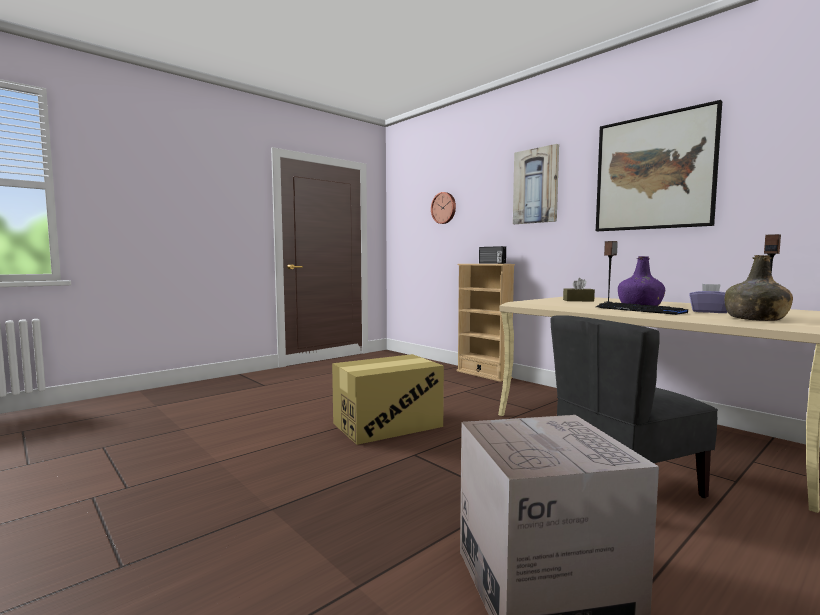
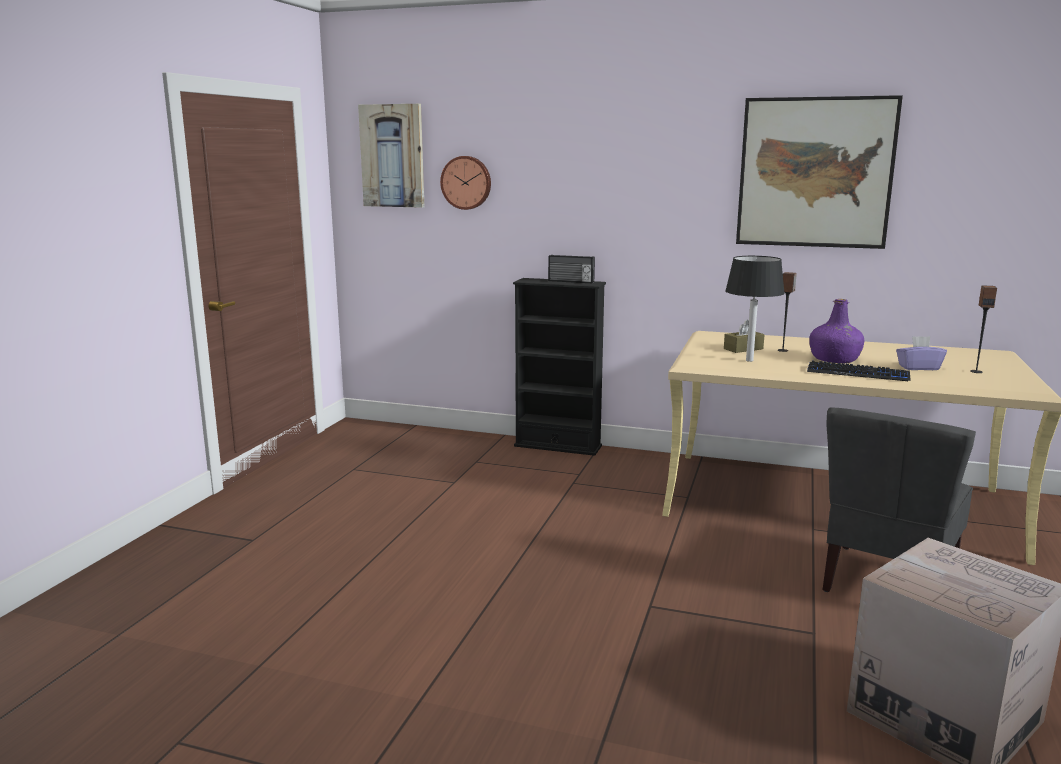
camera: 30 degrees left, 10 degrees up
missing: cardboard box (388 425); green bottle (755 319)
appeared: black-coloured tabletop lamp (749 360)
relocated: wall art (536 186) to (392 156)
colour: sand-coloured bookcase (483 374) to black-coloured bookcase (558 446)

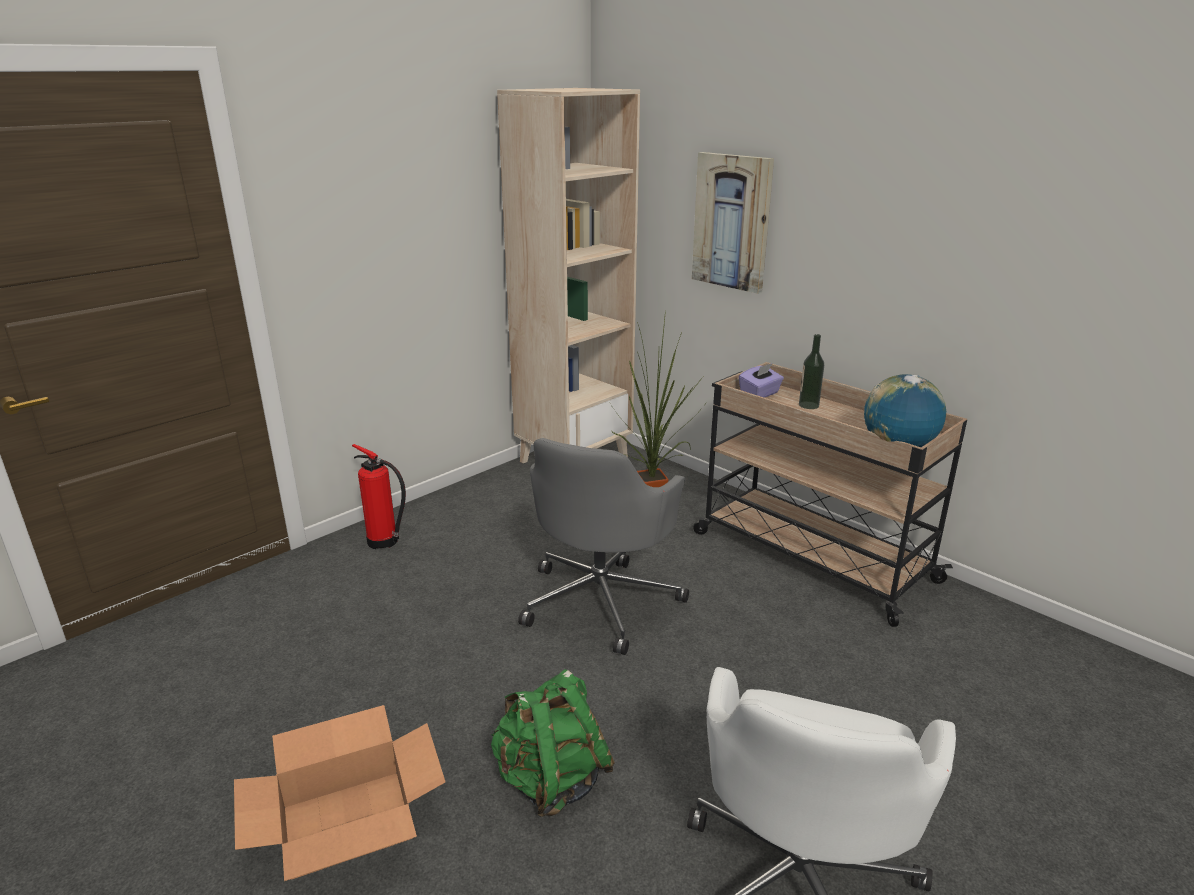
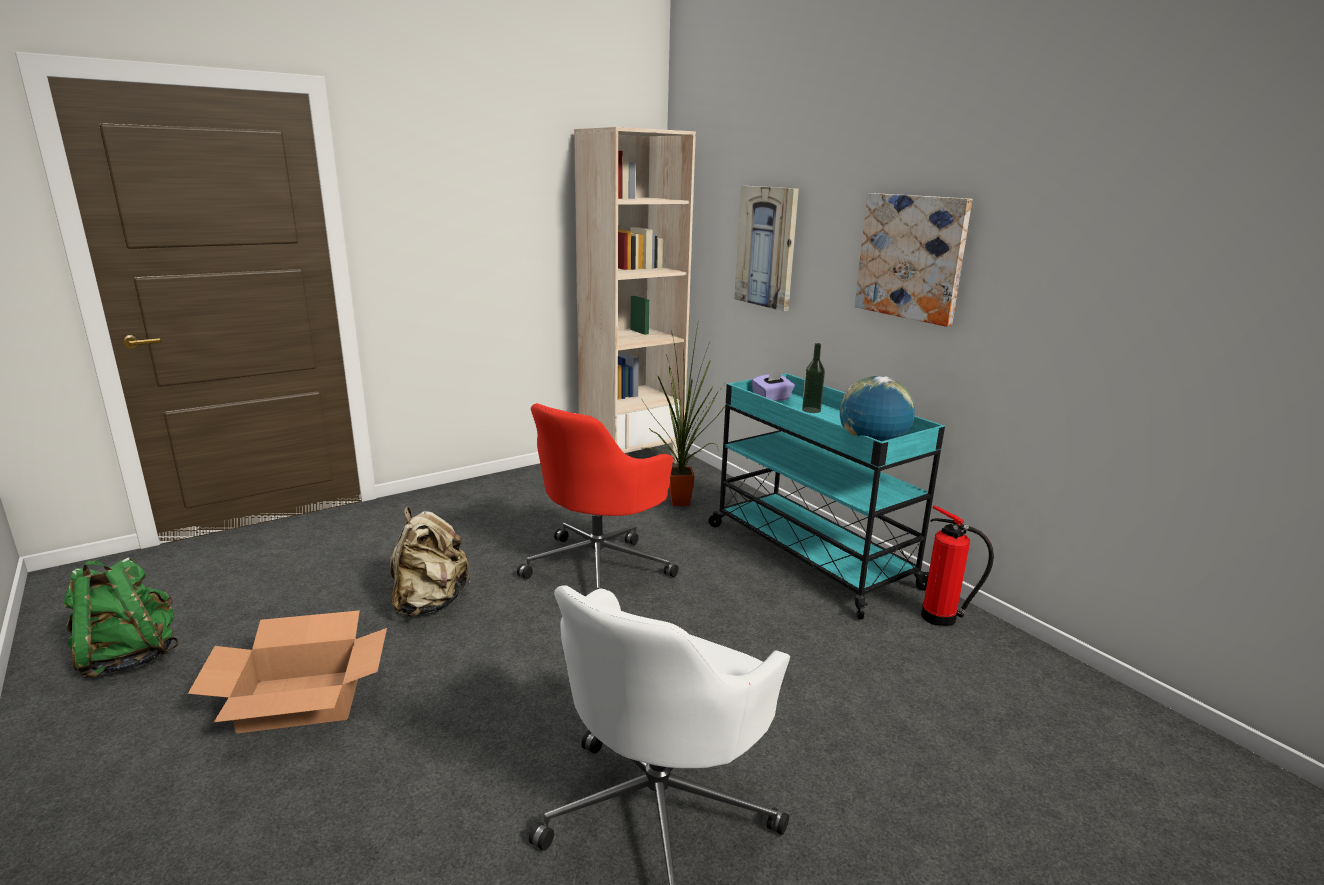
camera: 10 degrees right, 5 degrees down
appeared: sand-coloured rucksack (430 603); wall art (911 257)
relocated: fire-fighting cylinder (385 542) to (942 618); green rucksack (551 781) to (129 657)
colour: grey computer chair (602 600) to reddish computer chair (599 566); sand-coloured trolley (809 555) to turquoise-coloured trolley (808 554)

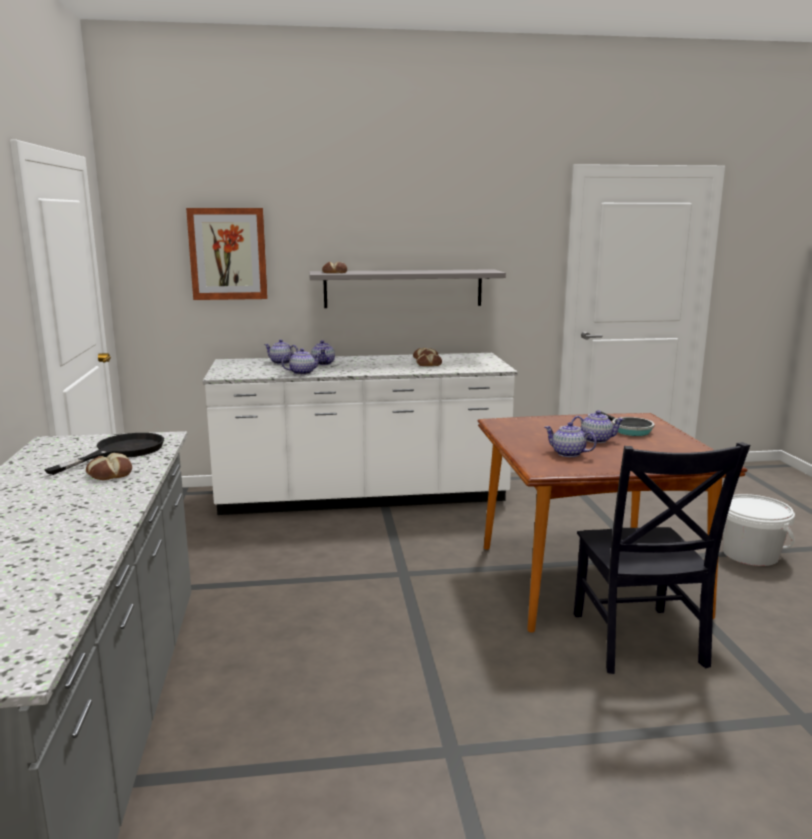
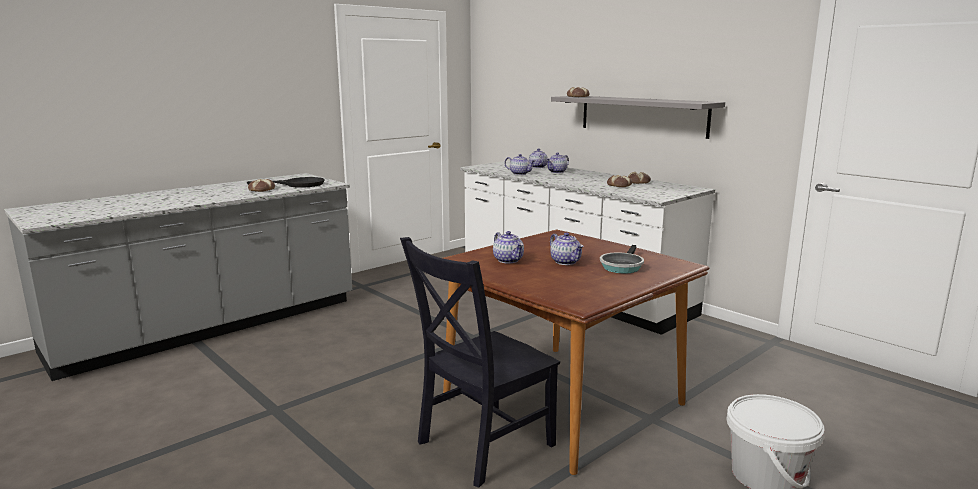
camera: 55 degrees right, 0 degrees up
missing: wall art (228 254)
spun: teapot (568 454) = (508 260) 150 degrees clockwise

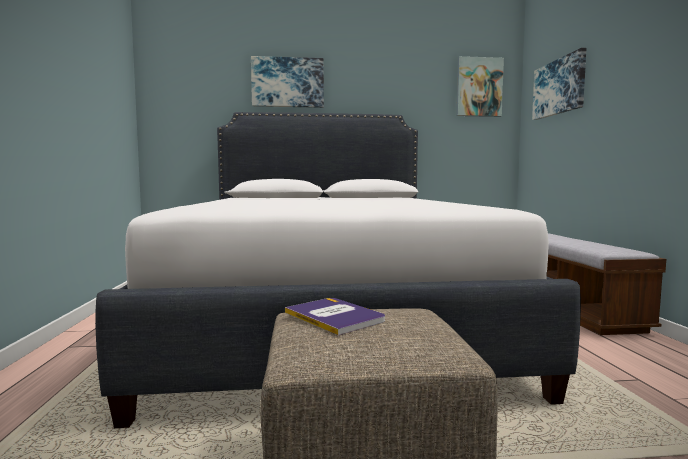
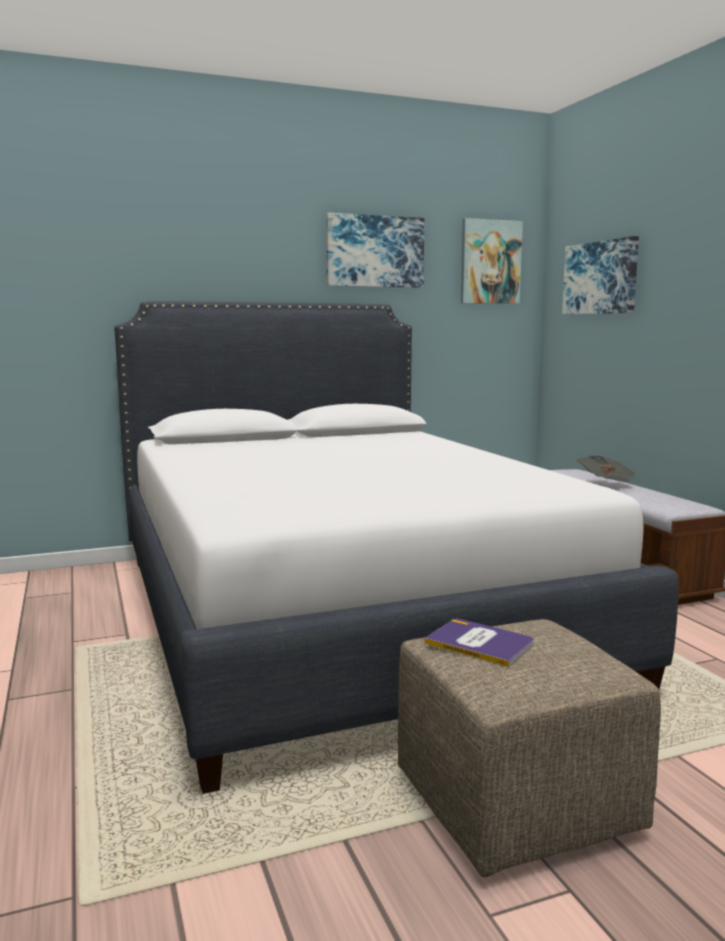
camera: 15 degrees left, 5 degrees up
appeared: printed paper (607 485)
relocated: wall art (287 82) to (374 251)

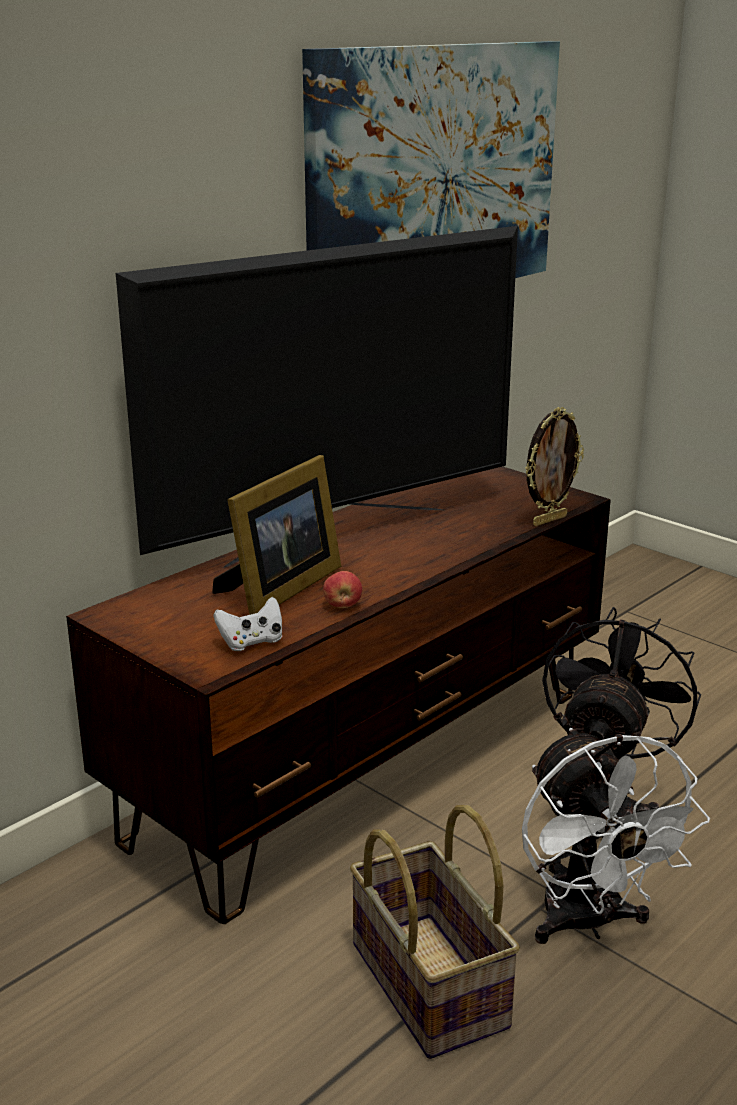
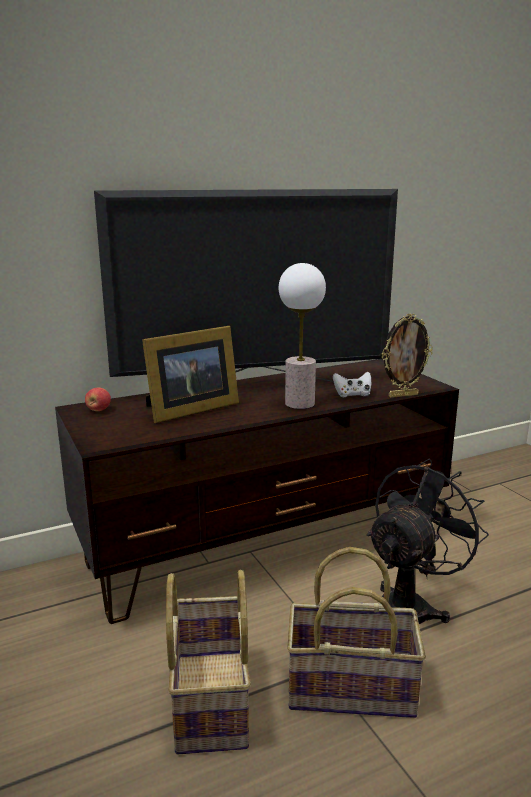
camera: 20 degrees right, 5 degrees down
missing: wall art (435 174)
appeared: tabletop lamp (299 404)
relocated: whitish joypad (251 642) to (352 395); apple (342 605) to (98 410)
exchanged: whitish fan (588 923) to basket (351 687)

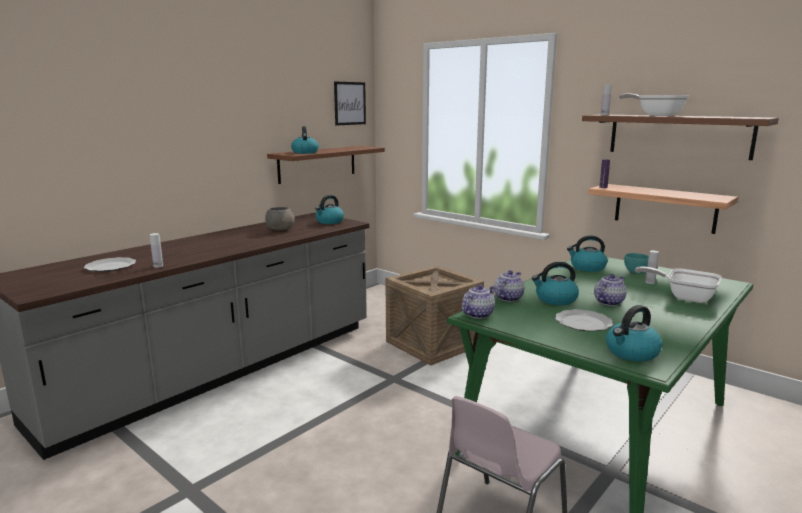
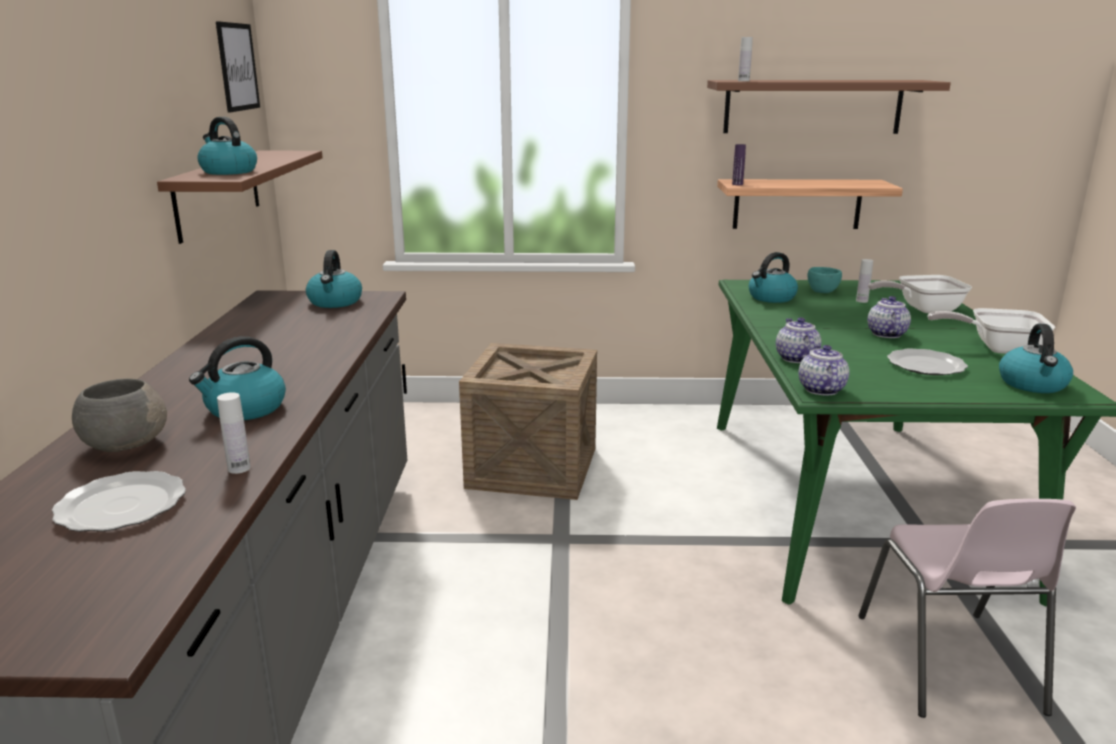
camera: 40 degrees left, 5 degrees up
relocated: grey bowl (280 229) to (124 444); water kettle (555 299) to (245 409); skillet (656 115) to (996 348)

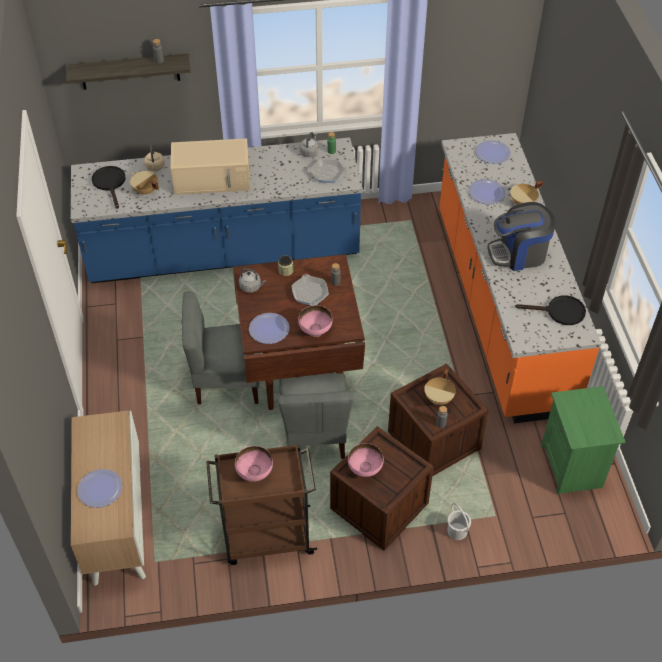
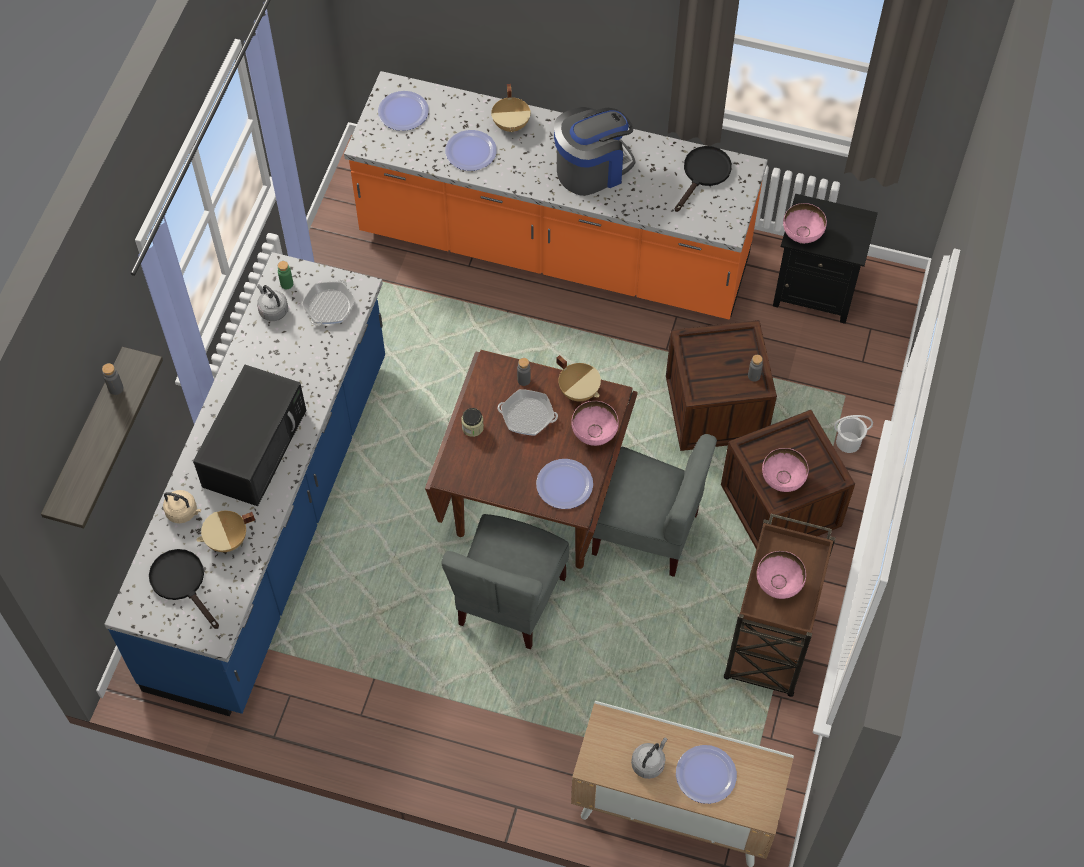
camera: 65 degrees left, 10 degrees up
appeared: pinkish bowl (802 235)
relocated: grey water kettle (251 287) to (649 763); sand-coloured cooking pot (439 398) to (579 390)
colour: sand-coloured microwave (213 179) to black-coloured microwave (255 446); green nightstand (572 466) to black-coloured nightstand (815 291)
spun: black-coloured skillet (110 183) = (182 582) 45 degrees clockwise; coffee machine (518 253) = (592 168) 135 degrees counterclockwise

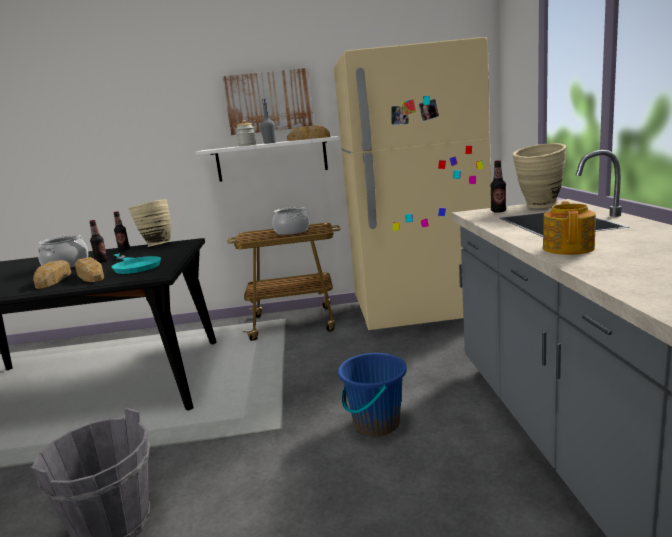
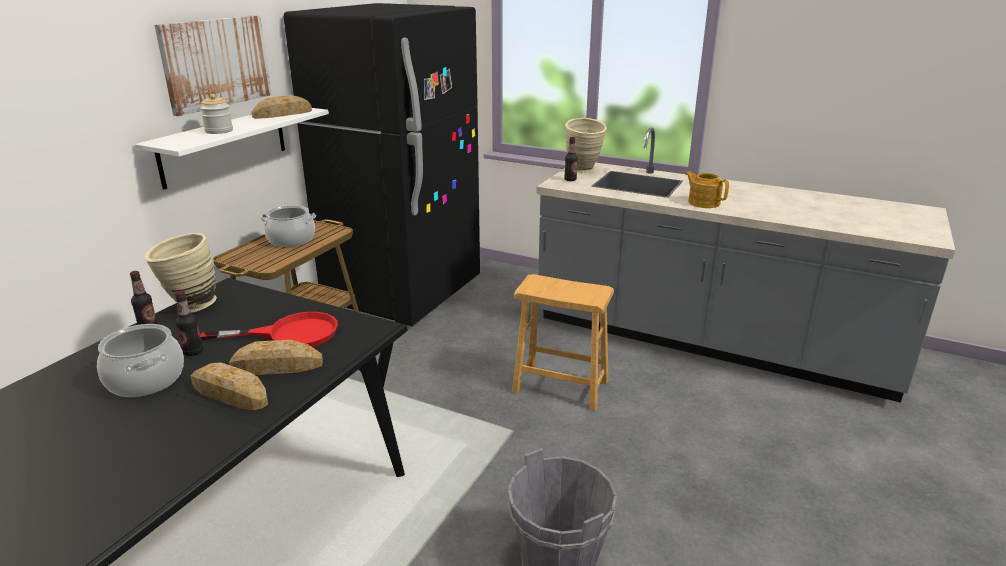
camera: 60 degrees left, 10 degrees up
missing: grey bottle (270 143)
exchanged: blue water bucket (376 423) to brownish stool (560 386)
colour: turquoise-coloured skillet (134 266) to reddish skillet (290 334); sand-coloured refrigerator (419 311) to black-coloured refrigerator (404 293)

